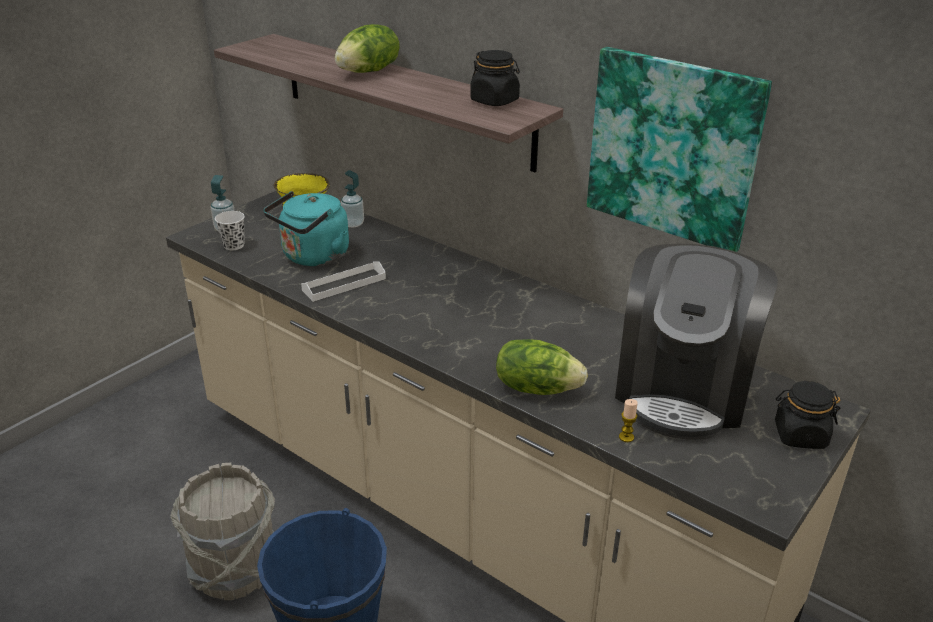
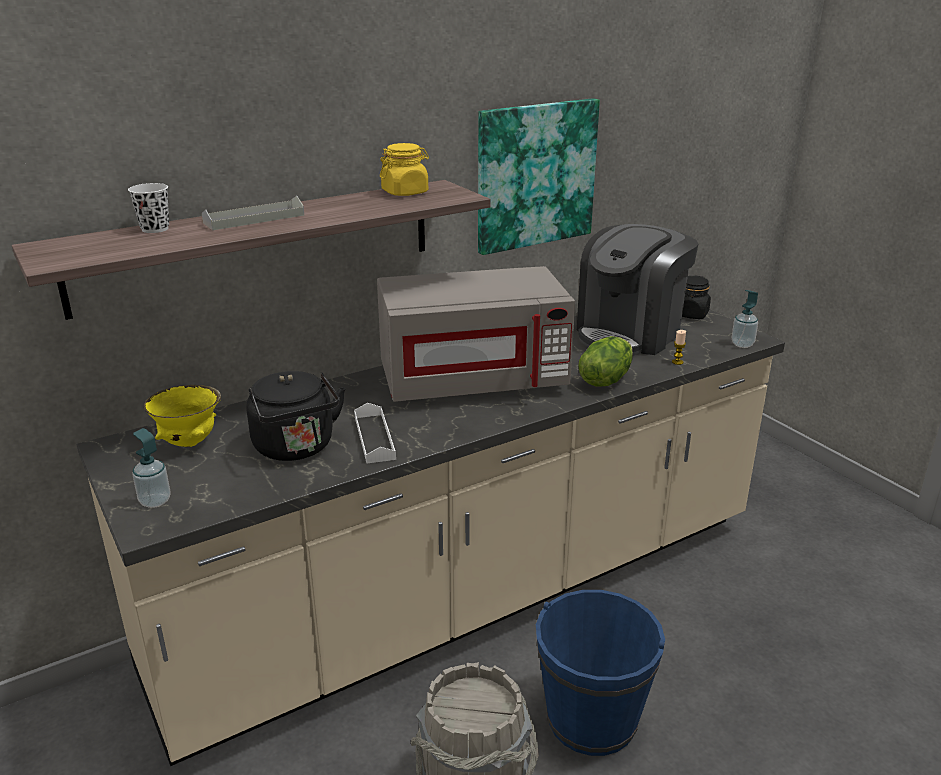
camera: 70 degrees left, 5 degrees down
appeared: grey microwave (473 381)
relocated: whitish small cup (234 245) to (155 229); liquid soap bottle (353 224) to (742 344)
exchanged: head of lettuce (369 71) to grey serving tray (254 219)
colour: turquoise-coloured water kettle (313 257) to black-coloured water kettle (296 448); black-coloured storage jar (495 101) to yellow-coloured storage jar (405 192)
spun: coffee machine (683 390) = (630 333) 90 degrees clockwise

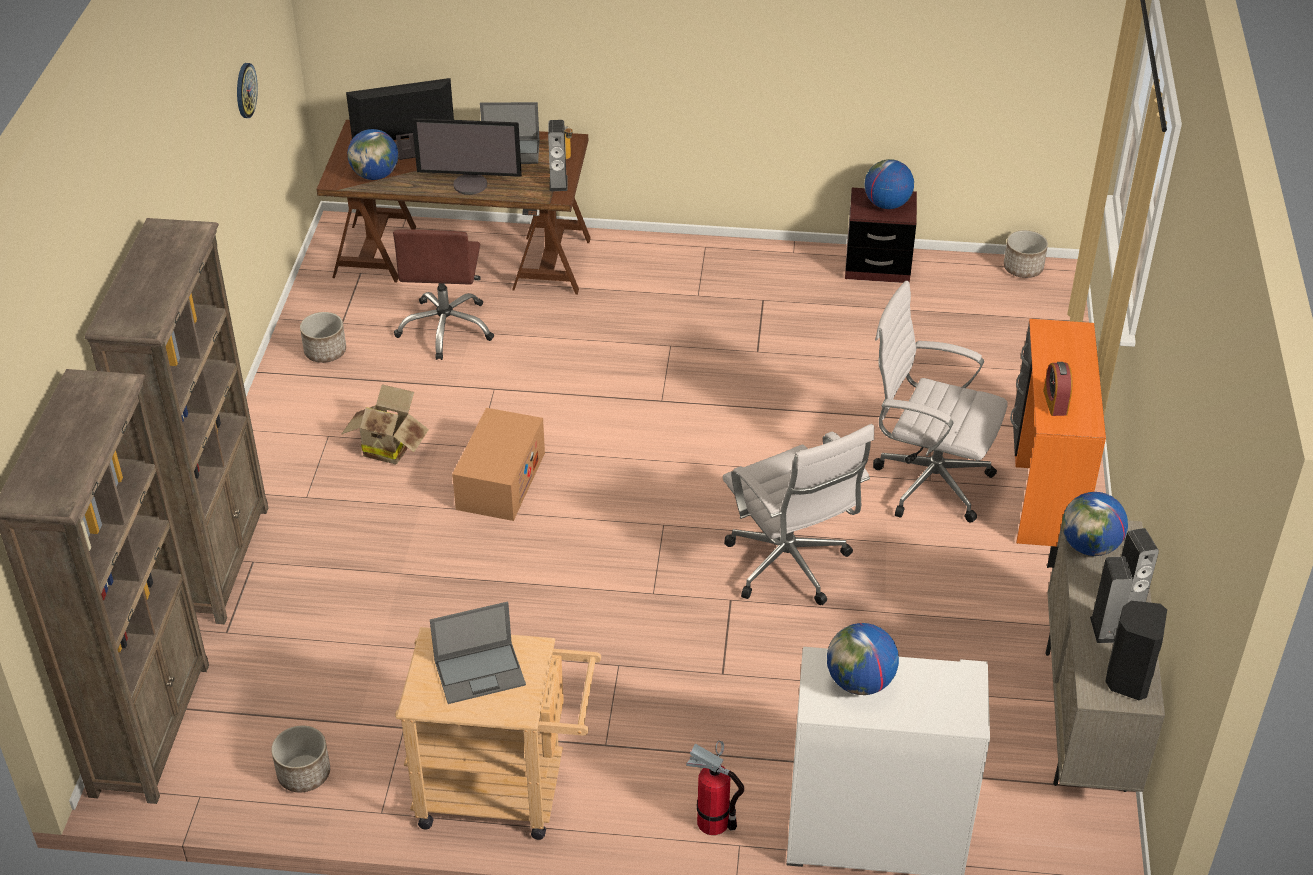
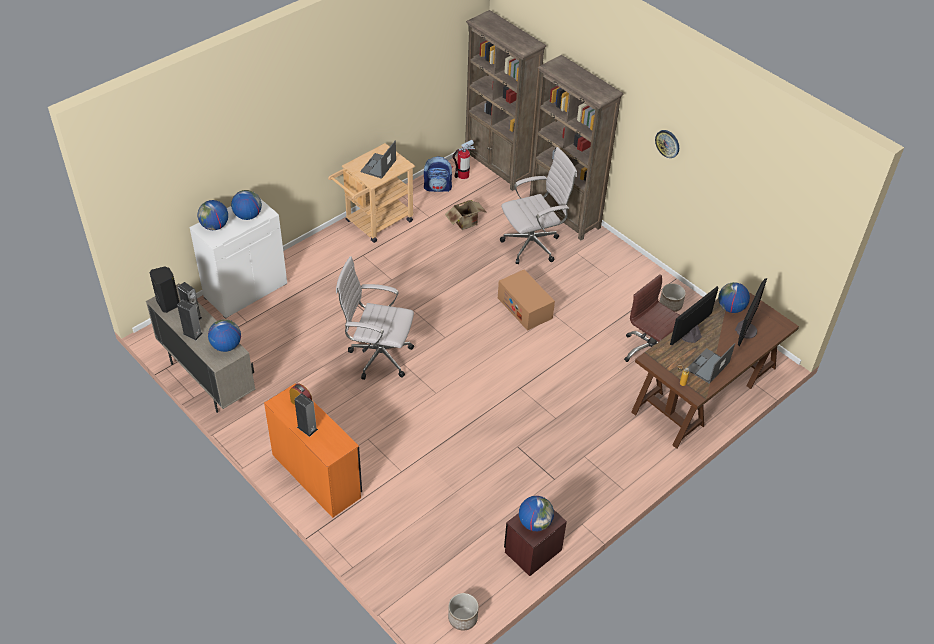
camera: 130 degrees right, 5 degrees up
appeared: globe (215 226)
relocated: wall clock (245 90) to (667 143); cardboard box (388 447) to (467 223); loudspeaker (558 183) to (307 428); fire-fighting cylinder (713 822) to (463 175); whitish computer chair (927 482) to (533 245)
exchanged: flower pot (303 773) to rucksack (438 187)

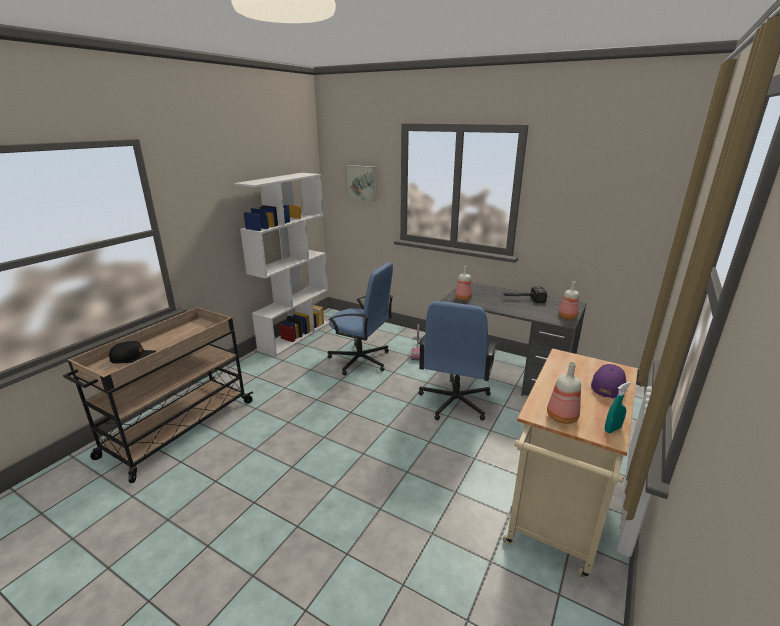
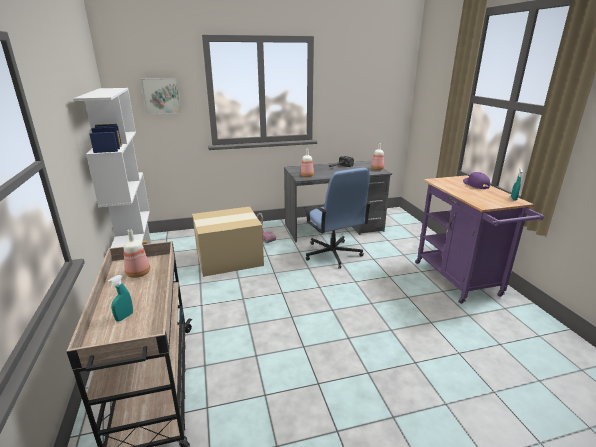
camera: 45 degrees left, 0 degrees up
relocated: bottle (561 416) to (137 273)
exchanged: black-coloured baseball cap (133 357) to turquoise-coloured hand sprayer (124 317); blue computer chair (360 360) to cardboard box (230 259)
colour: sand-coloured trolley (555 521) to purplish trolley (460 281)

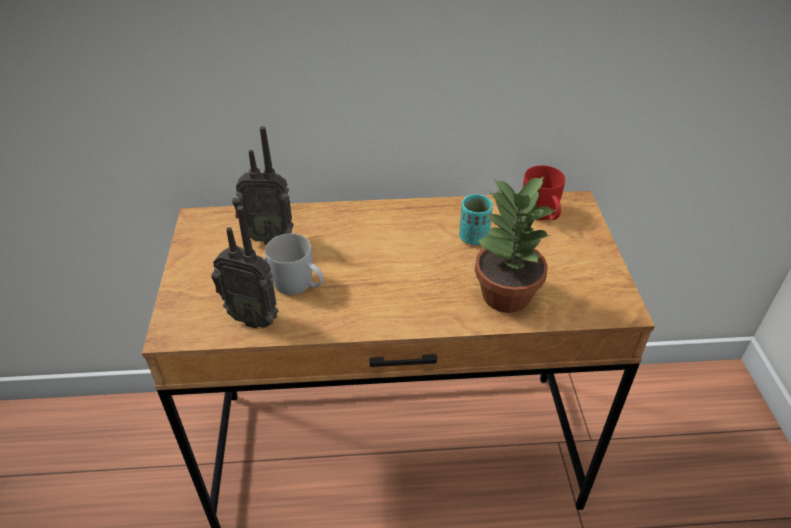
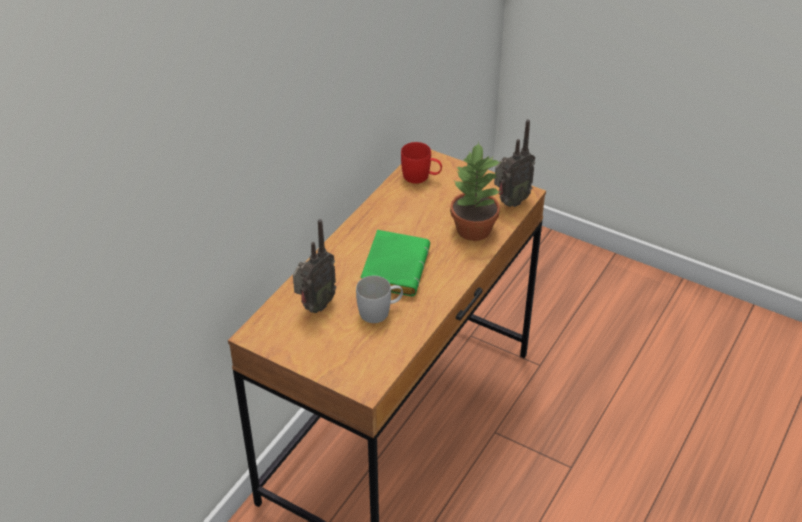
camera: 55 degrees left, 0 degrees up
missing: turquoise-coloured small cup (473 237)
appeared: green bound book (393 267)
relocated: radio set (254 317) to (510 202)

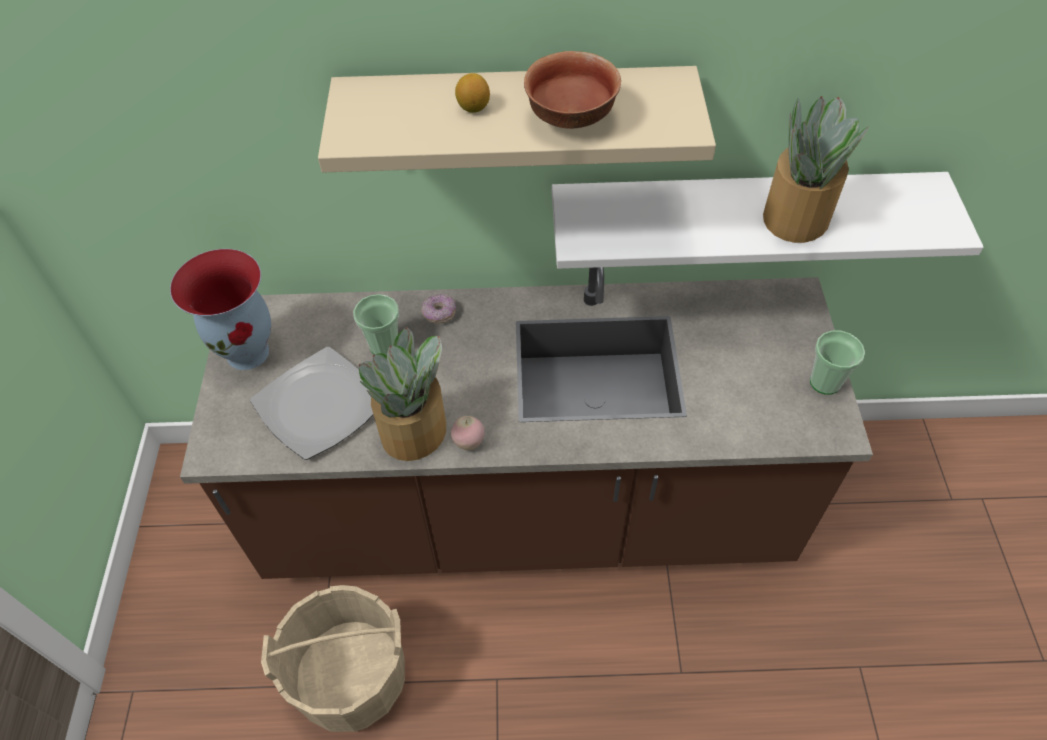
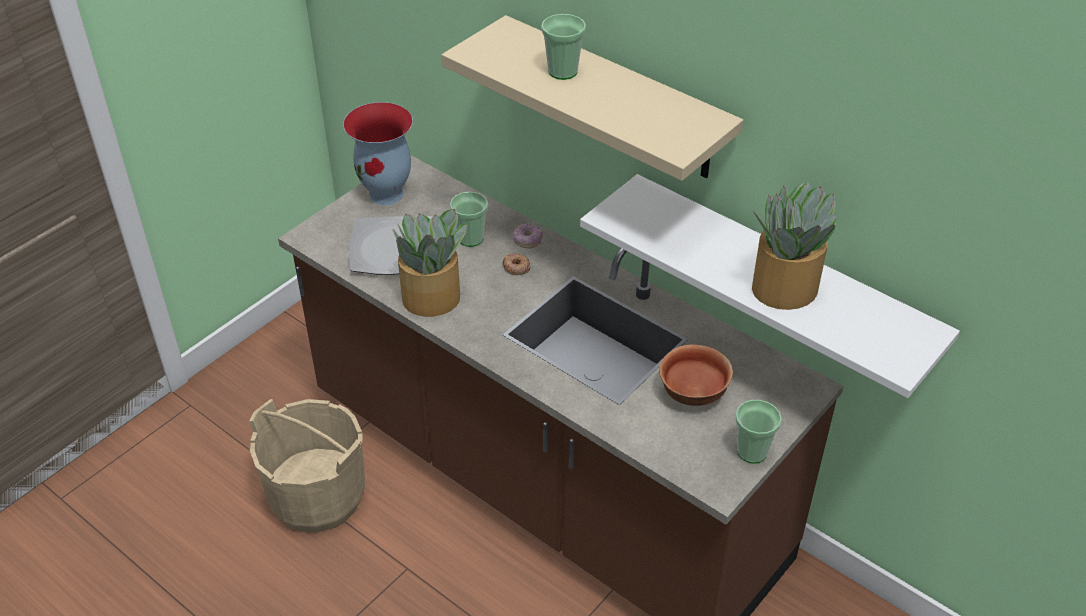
camera: 40 degrees right, 10 degrees down
missing: apple (469 442)
appeared: ring doughnut (516 267)
relocated: bowl (572 119) to (693 394)
exchanged: citrus fruit (473 107) to small cup (563 71)

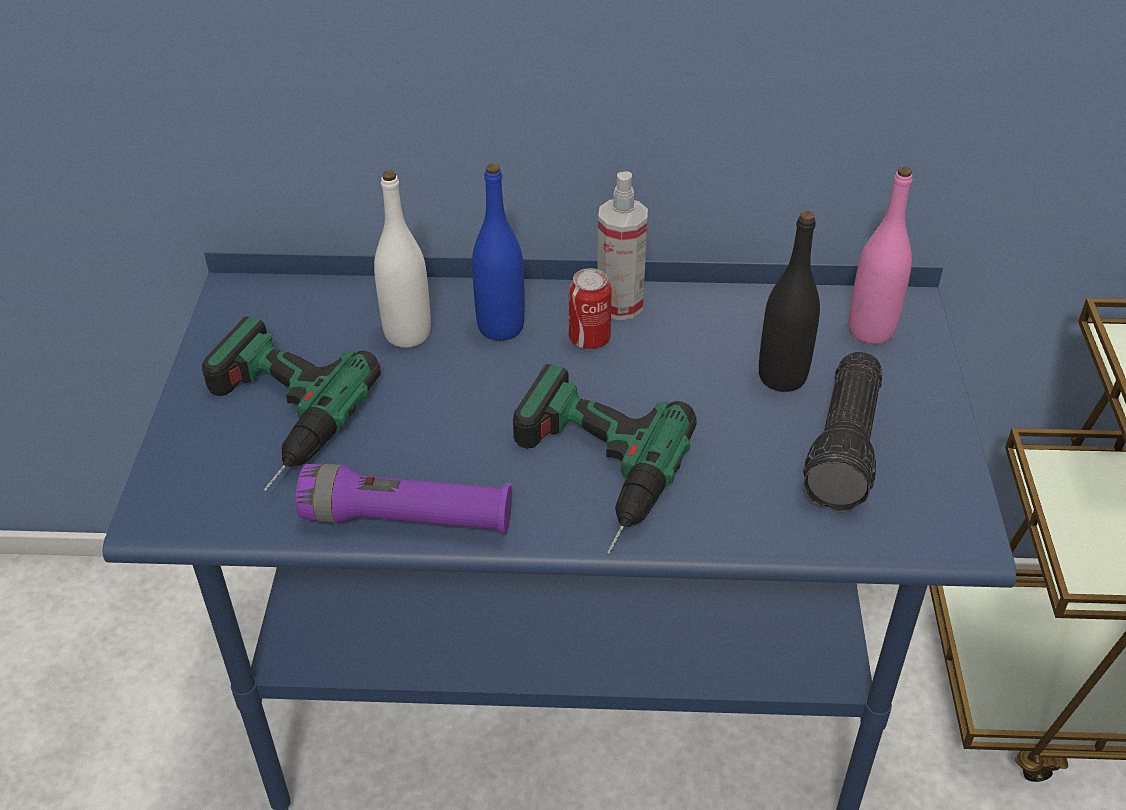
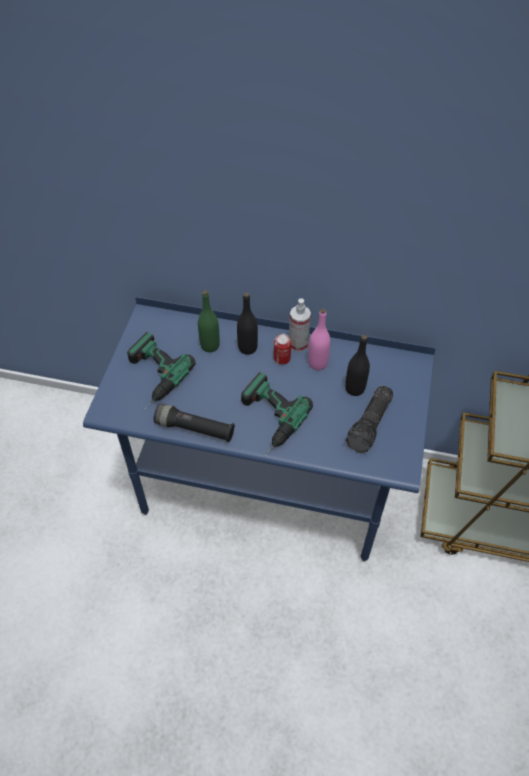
camera: 10 degrees right, 10 degrees up
relocated: pinkish bottle (871 330) to (317 363)
colour: purplish flashlight (407 519) to black-coloured flashlight (195 429); whitish bottle (407 334) to green bottle (210 345); blue bottle (501 327) to black-coloured bottle (247 348)

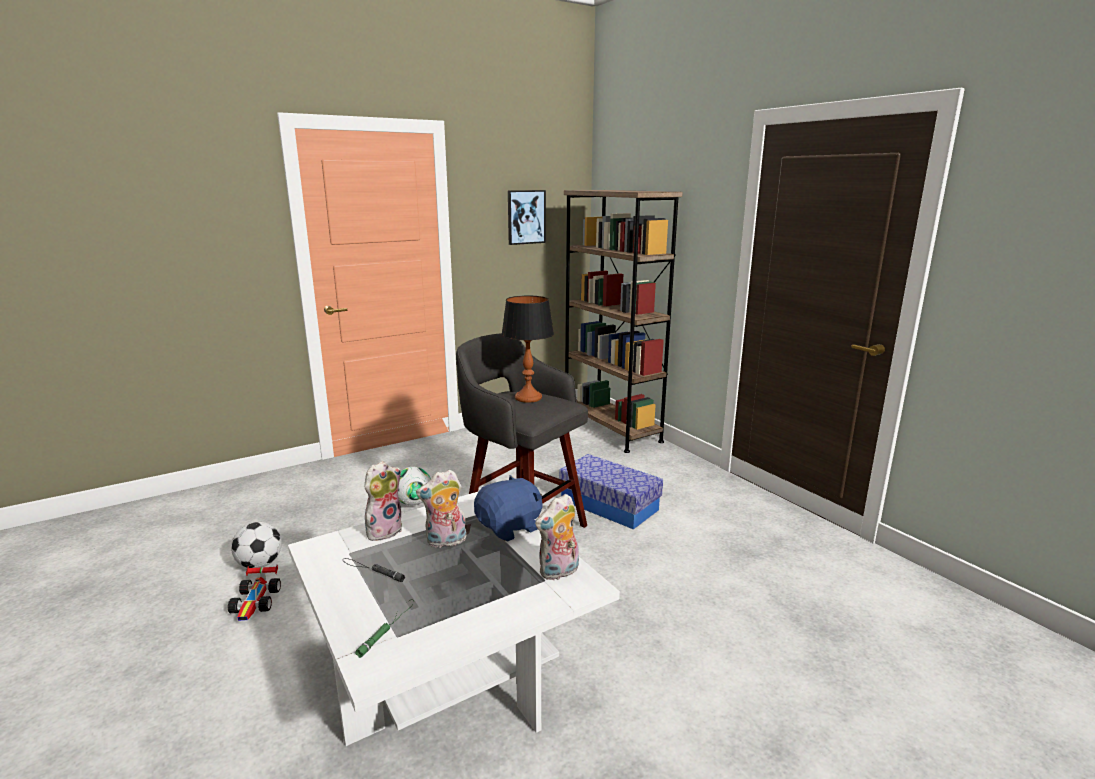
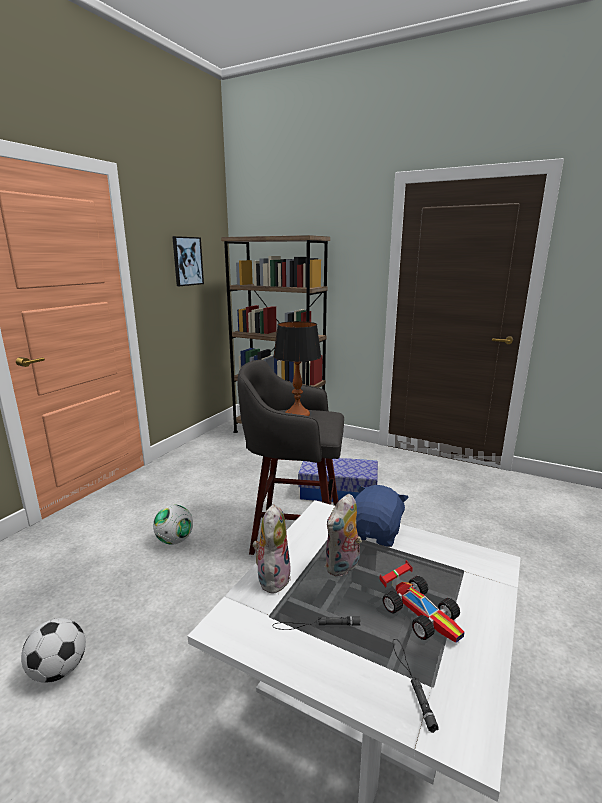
camera: 30 degrees left, 0 degrees up
missing: cuddly toy (559 572)
relocated: model car (257 601) to (421 613)
colour: green flashlight (387 627) to black-coloured flashlight (412 681)

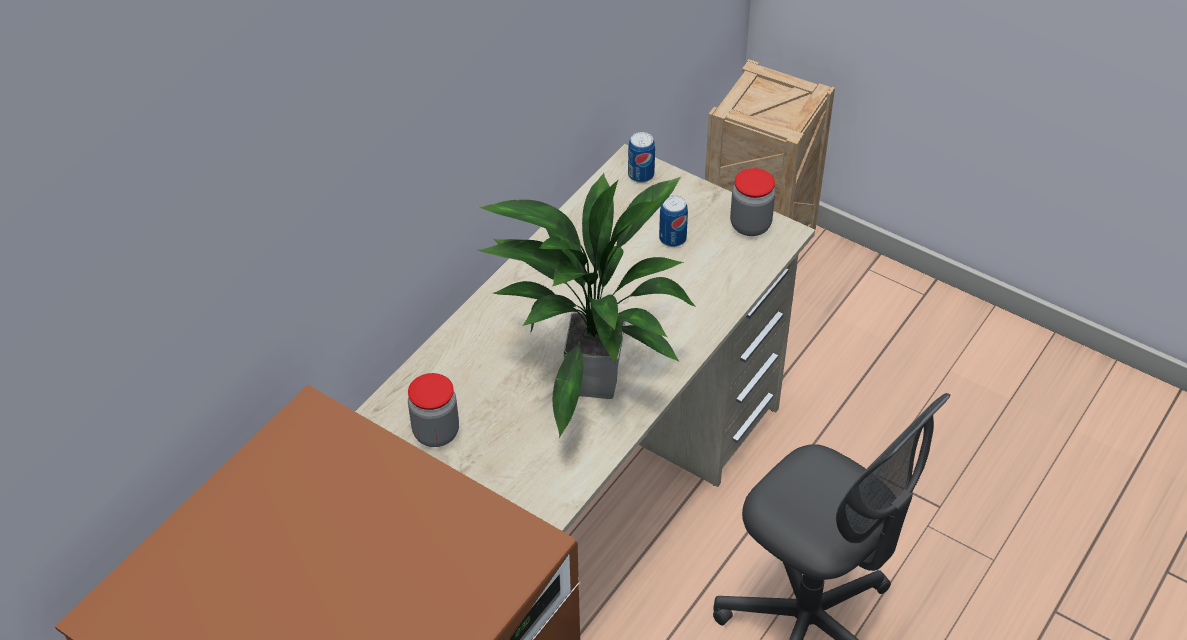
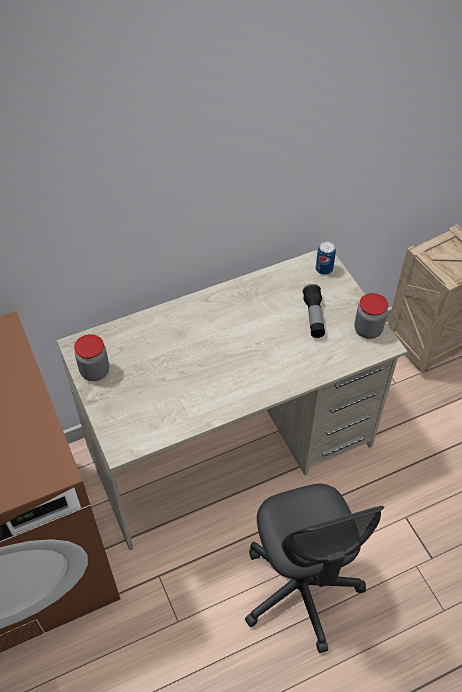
camera: 30 degrees right, 5 degrees up
missing: potted plant (592 380)
exchanged: metal can (672 238) to flashlight (313 317)

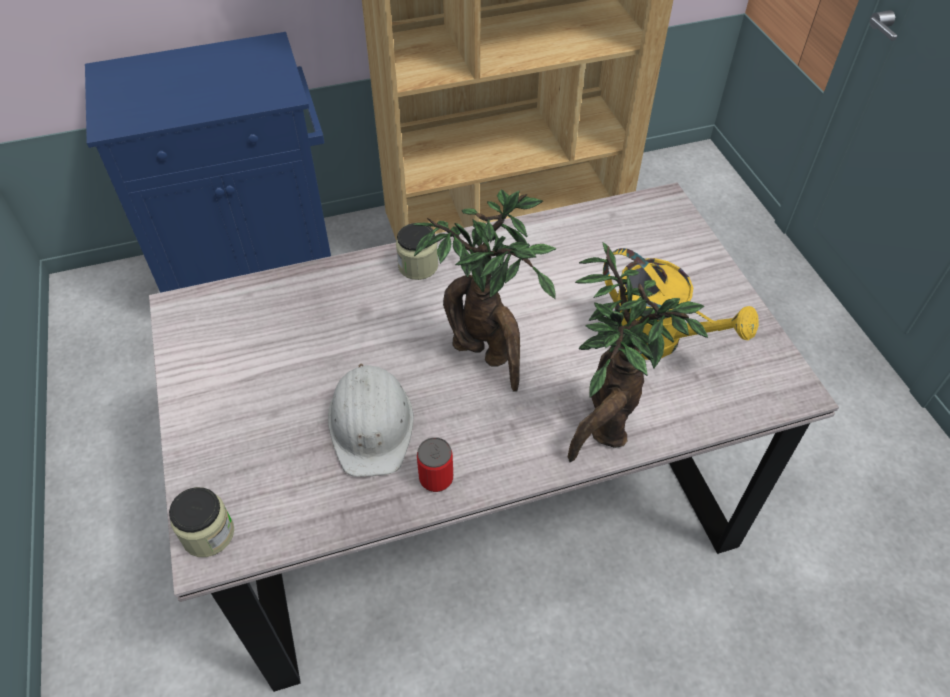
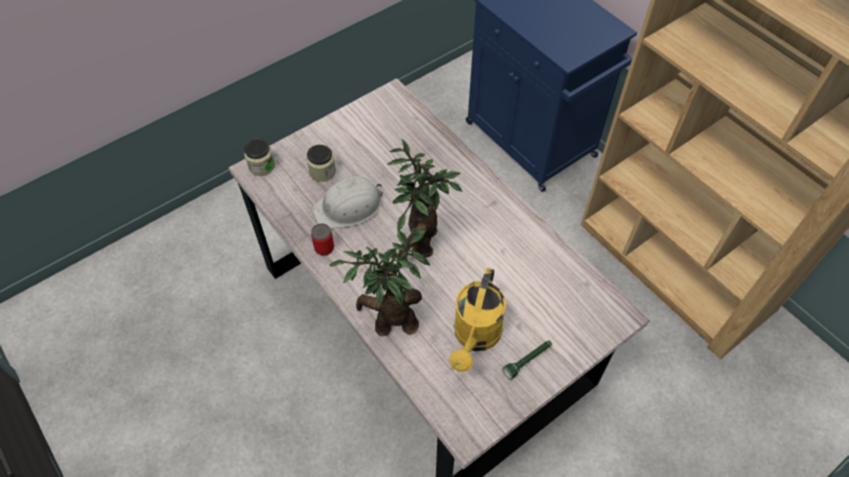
camera: 70 degrees right, 5 degrees up
appeared: green flashlight (527 360)
relocated: storage jar (418 266) to (322 172)

